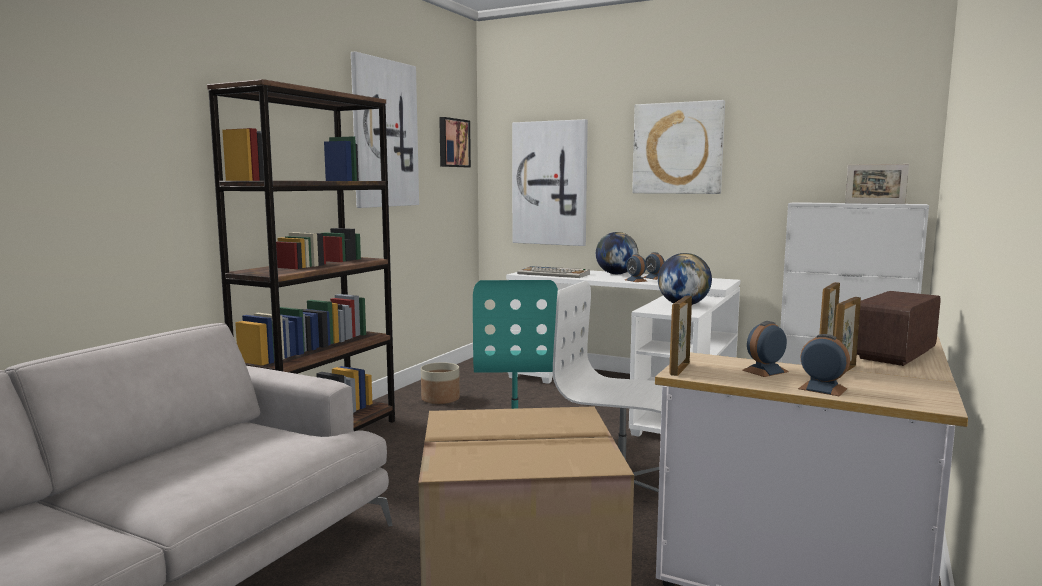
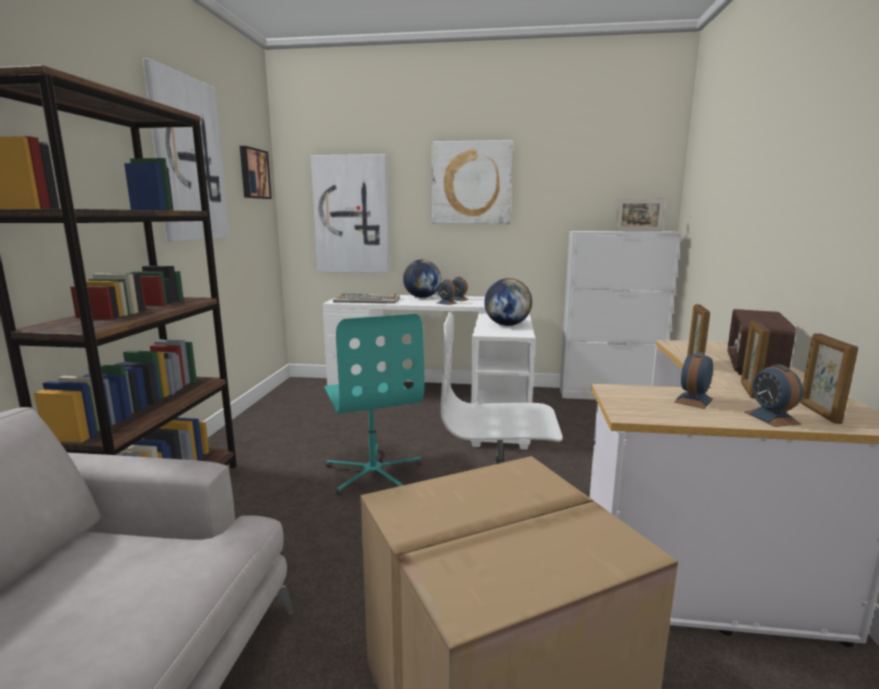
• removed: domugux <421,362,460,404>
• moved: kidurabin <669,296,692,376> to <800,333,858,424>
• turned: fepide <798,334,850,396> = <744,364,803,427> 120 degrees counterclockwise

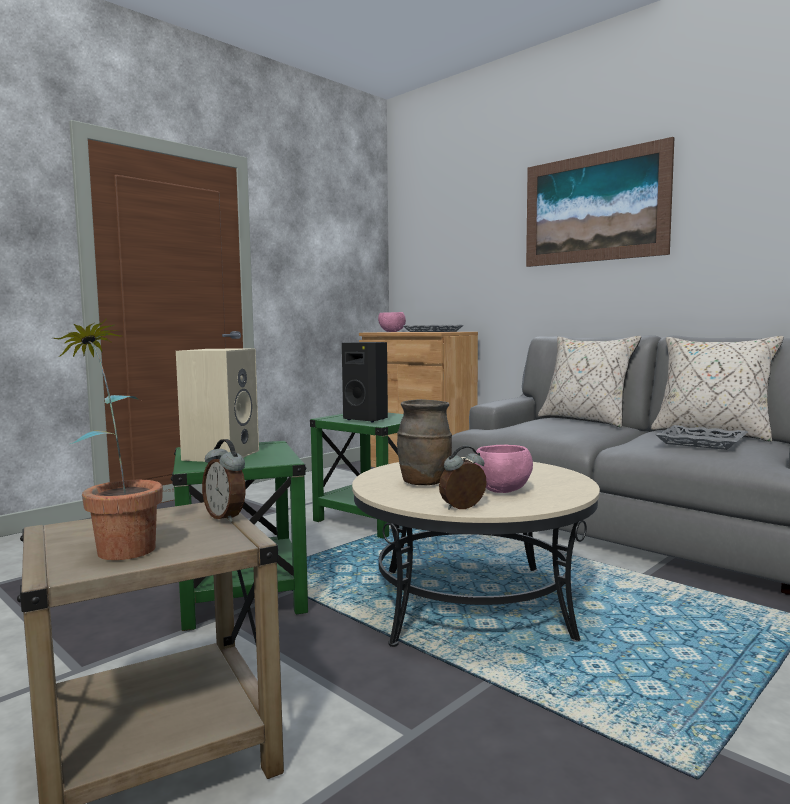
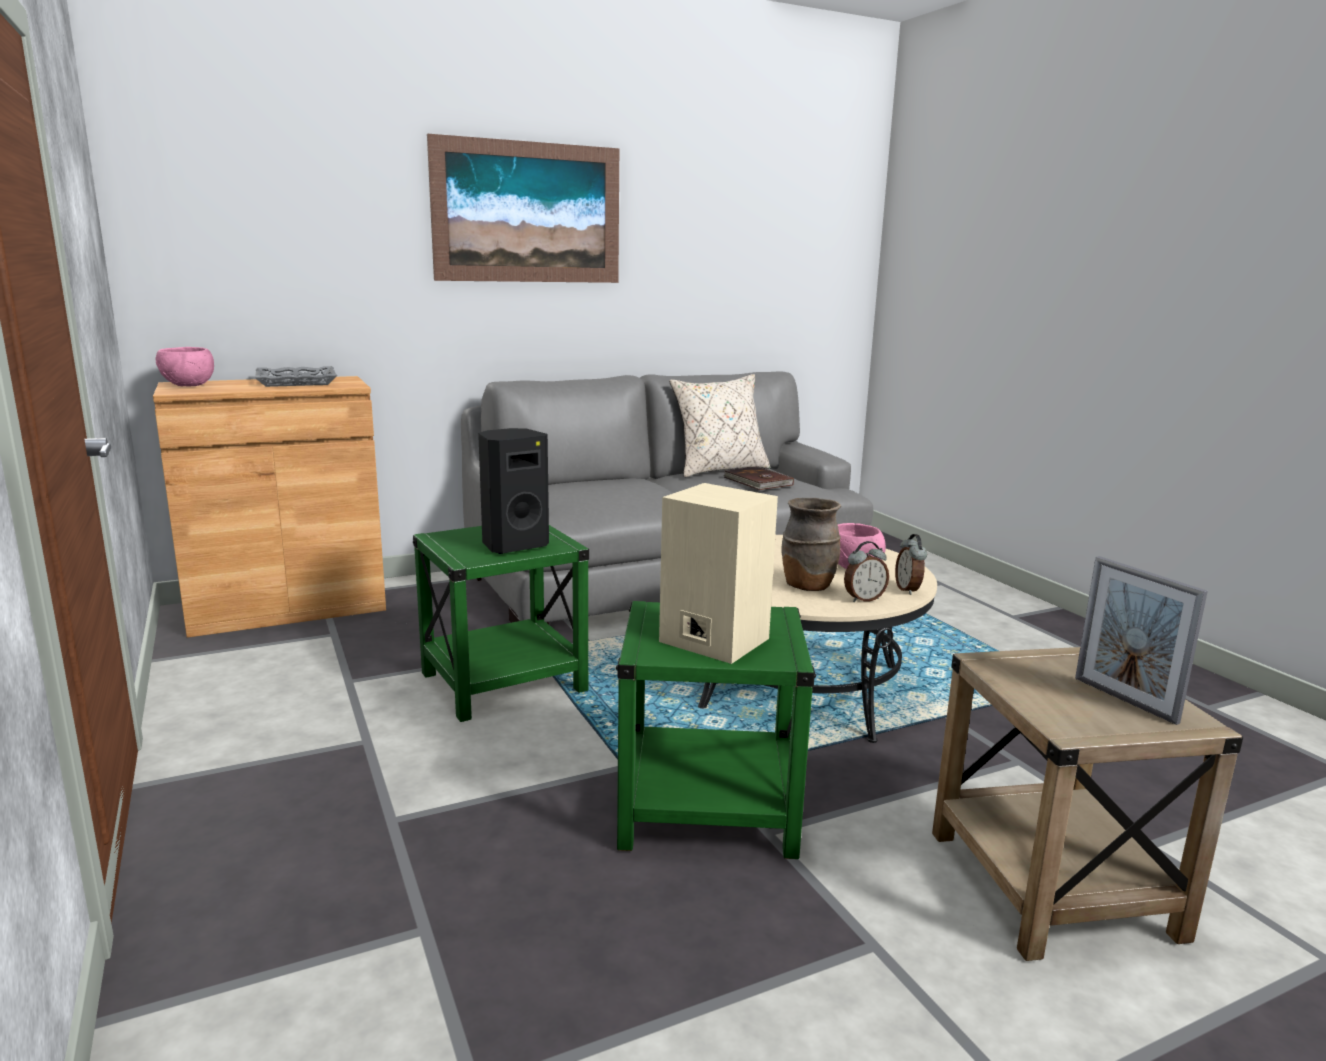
• replaced: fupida <53,318,163,560> to kidurabin <1075,556,1208,725>
• moved: fepide <202,439,246,522> to <844,541,889,602>
• removed: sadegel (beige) <538,336,641,427>
• replaced: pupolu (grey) <656,425,748,450> to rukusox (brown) <723,466,794,490>

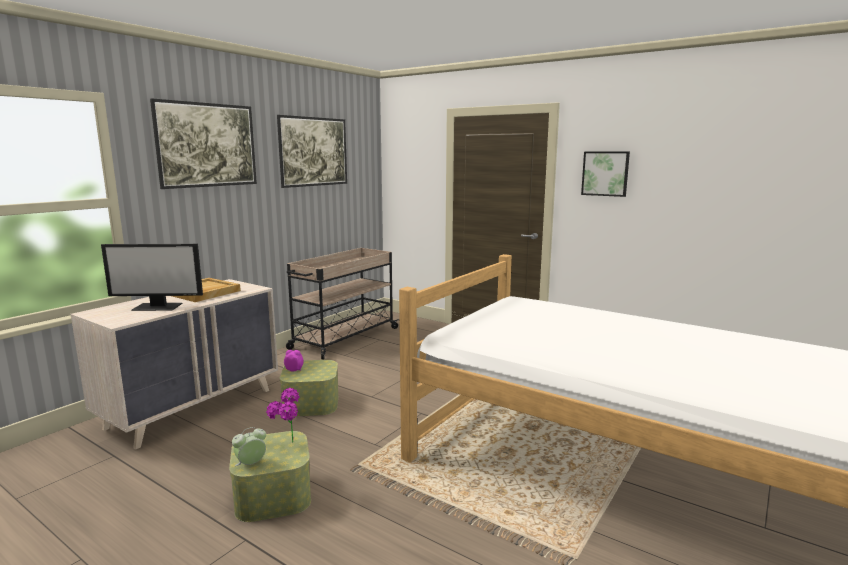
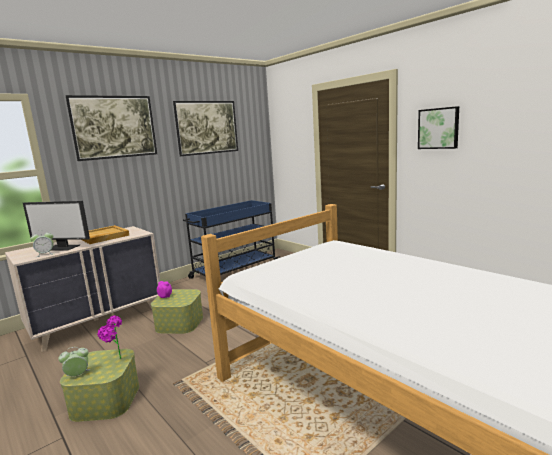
• recoloured: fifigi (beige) <286,248,399,359> to fifigi (blue) <183,200,280,279>
• added: fepide <30,230,53,257>

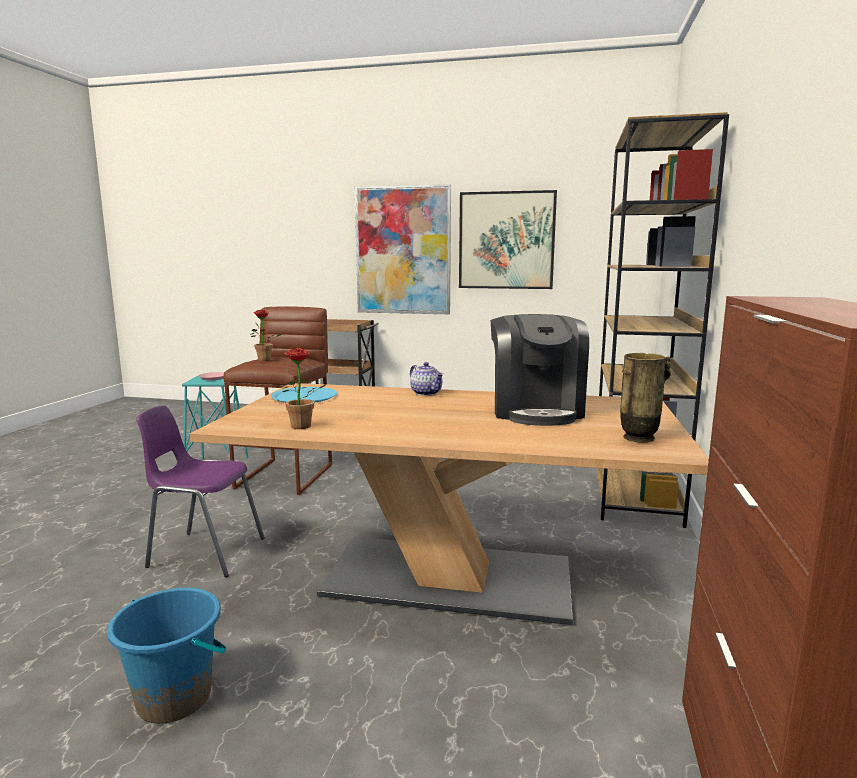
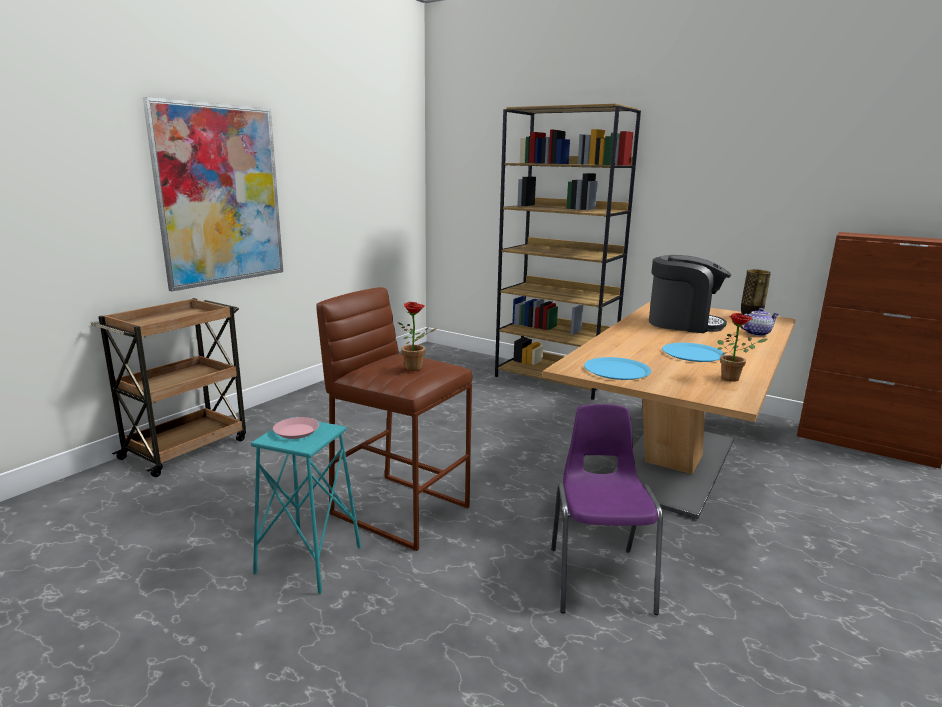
• removed: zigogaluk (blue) <107,588,226,724>
• turned: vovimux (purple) <136,406,265,577> = <551,404,663,615> 150 degrees clockwise
• moved: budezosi <410,362,444,396> to <740,308,778,336>
• removed: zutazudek <459,190,557,289>
• added: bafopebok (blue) <662,343,725,362>

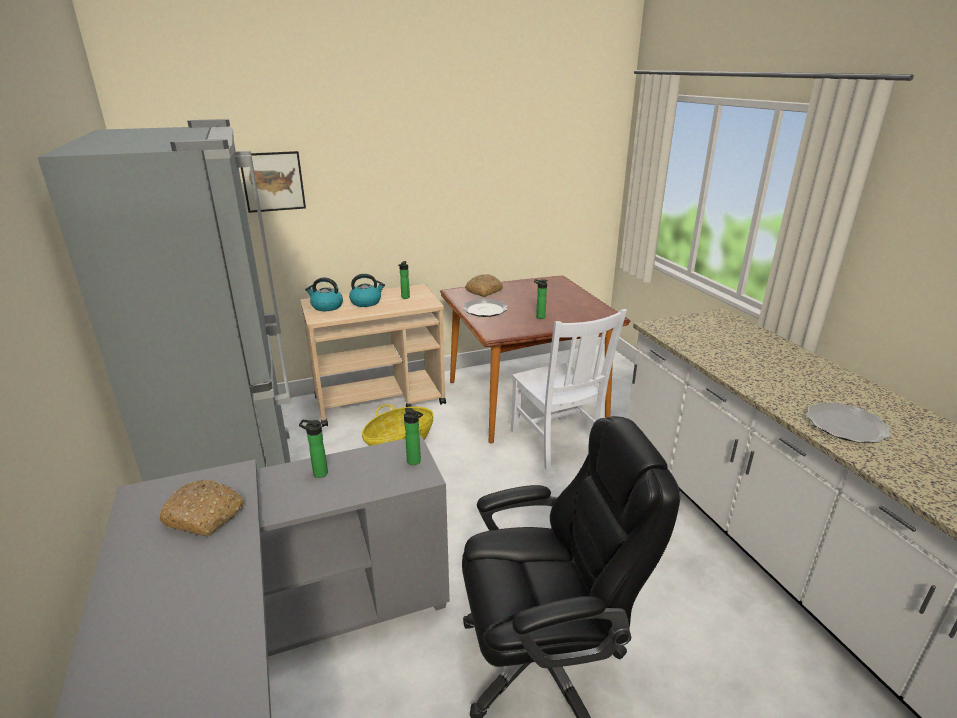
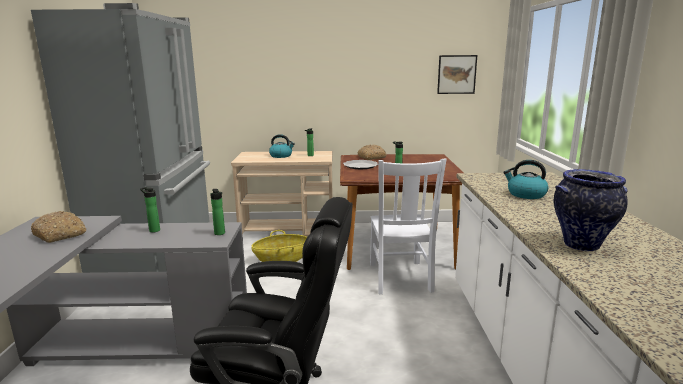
• moved: zutazudek <241,151,306,213> to <437,55,477,94>
• moved: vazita <305,277,343,311> to <503,160,548,199>
• replaced: bafopebok <806,402,890,443> to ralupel <553,169,628,251>

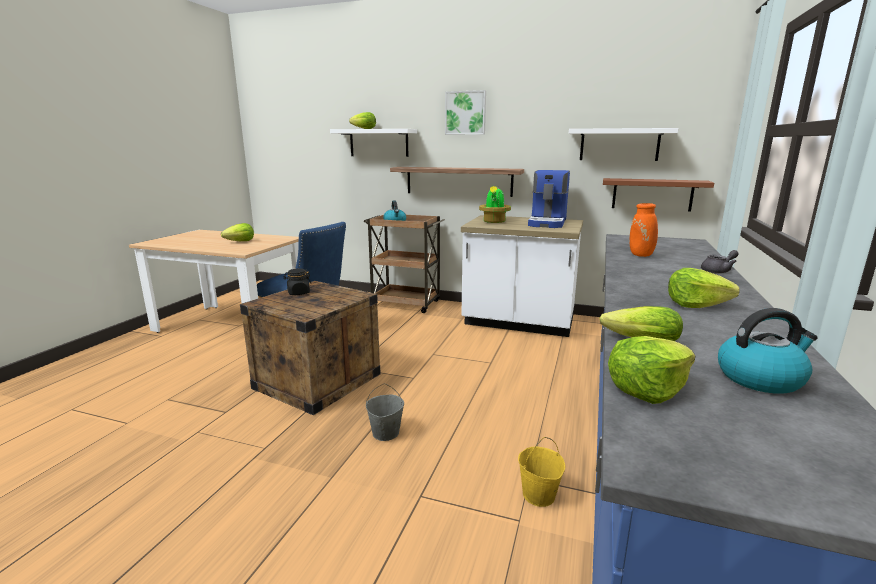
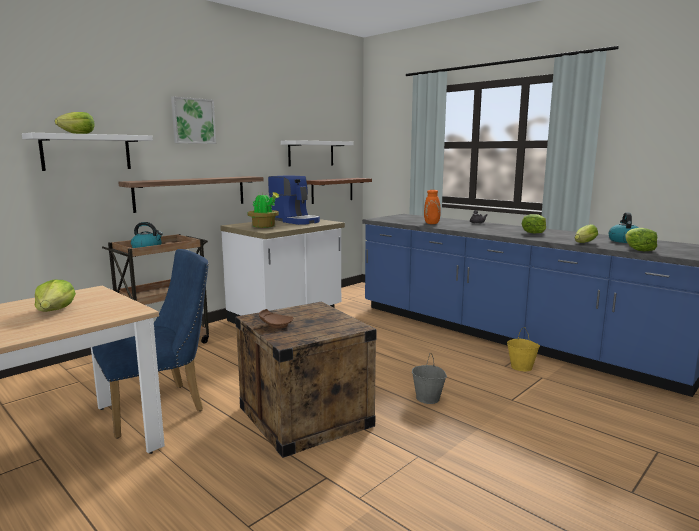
• replaced: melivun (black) <283,269,311,295> to bafopebok (brown) <259,309,294,328>

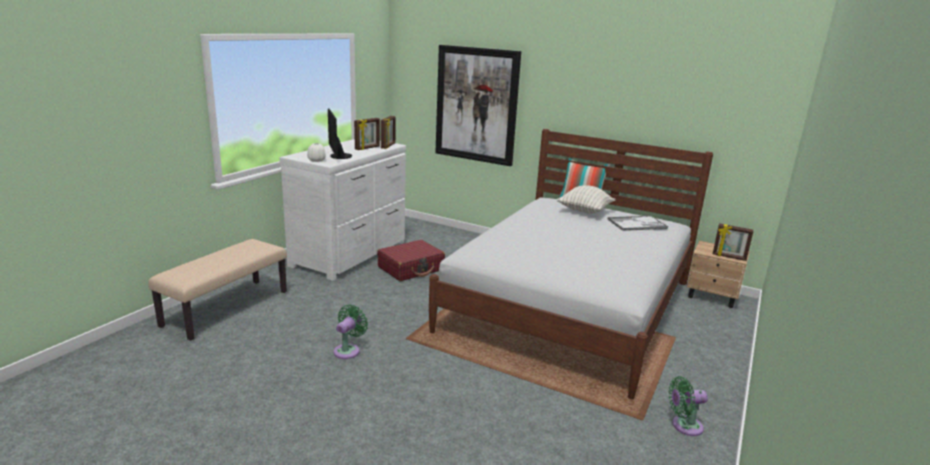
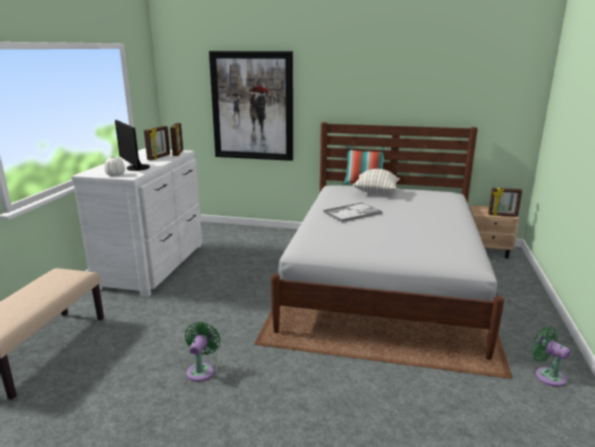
• removed: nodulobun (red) <377,240,445,281>
• moved: pupolu <607,216,668,231> to <323,202,382,222>
• turned: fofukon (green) <669,376,708,436> = <531,326,571,387> 75 degrees clockwise

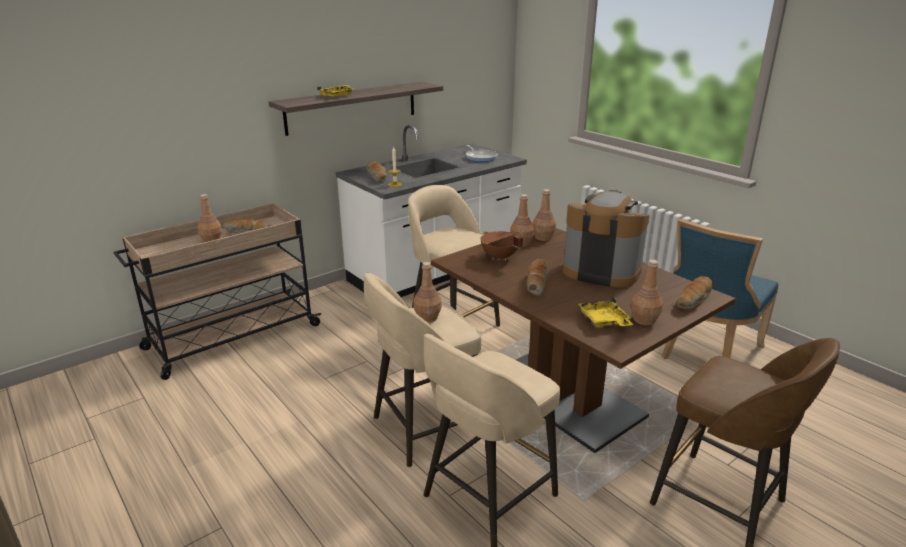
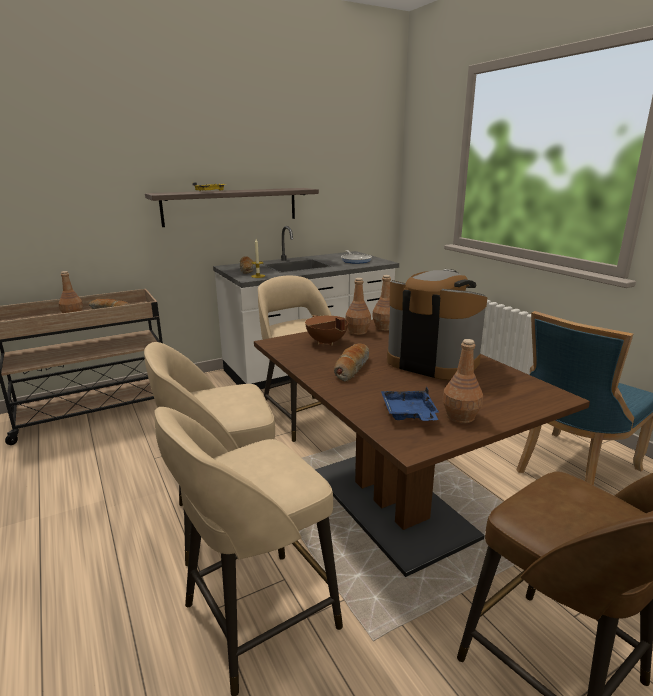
• removed: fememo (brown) <414,262,442,323>
• recoloured: pupolu (yellow) <578,297,633,327> to pupolu (blue) <381,386,439,421>
• removed: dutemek <677,276,713,309>

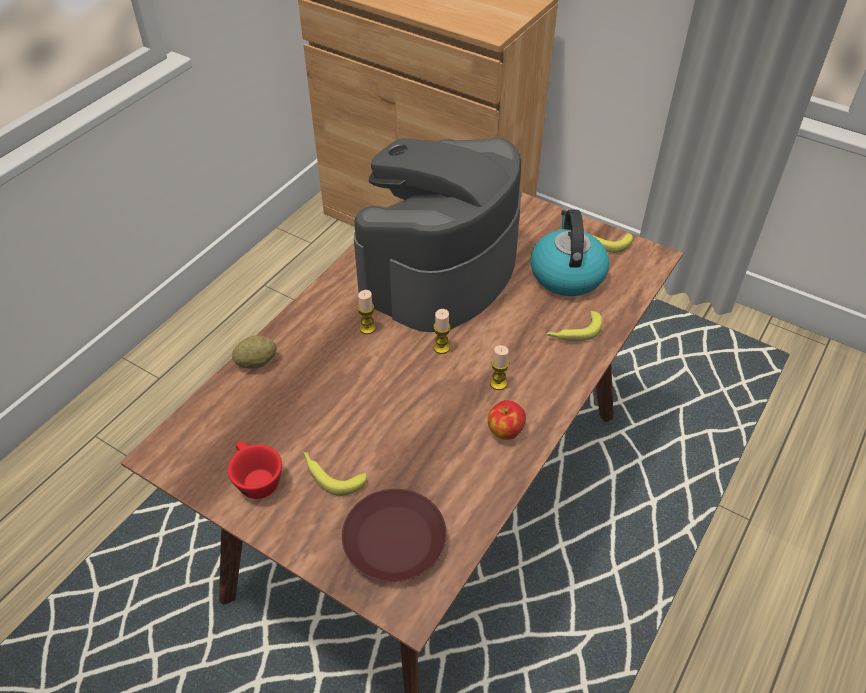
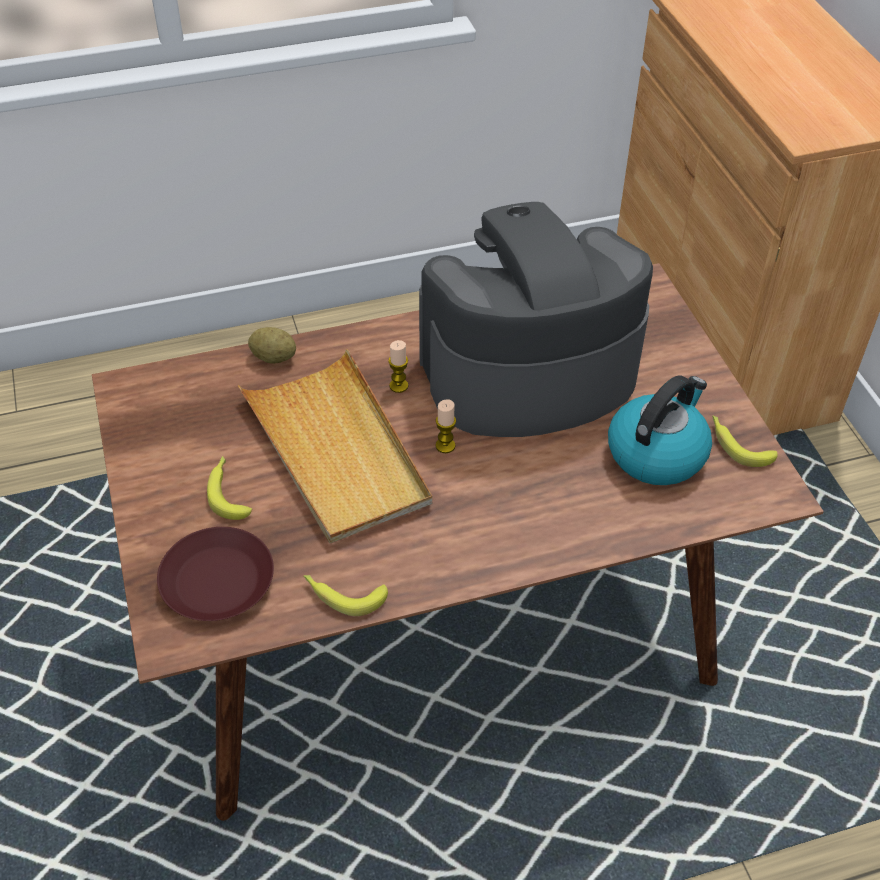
• removed: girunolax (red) <228,441,282,499>
• removed: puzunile <488,400,526,440>
• removed: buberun <490,345,509,390>
• moved: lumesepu <546,311,602,341> to <304,575,388,616>
• added: pupolu (beige) <238,349,432,543>

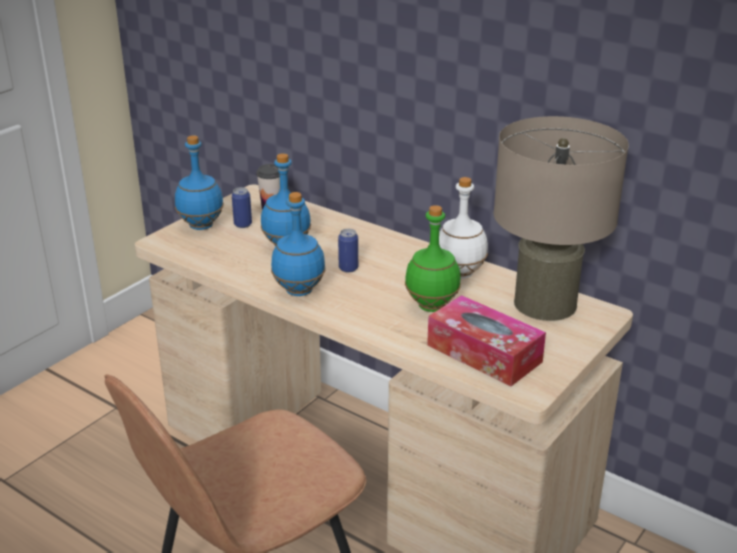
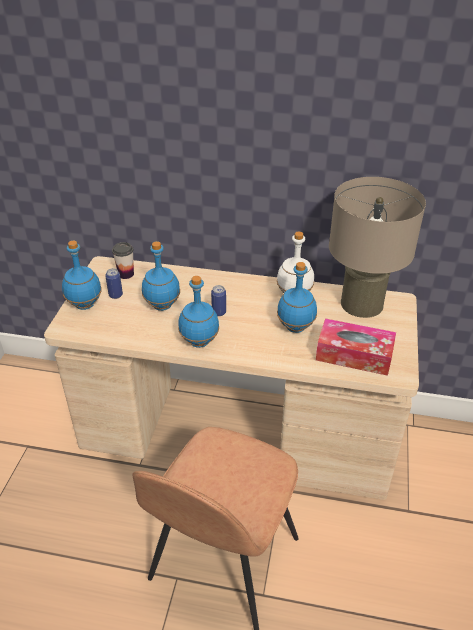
• recoloured: fememo (green) <405,205,461,312> to fememo (blue) <277,262,317,333>

